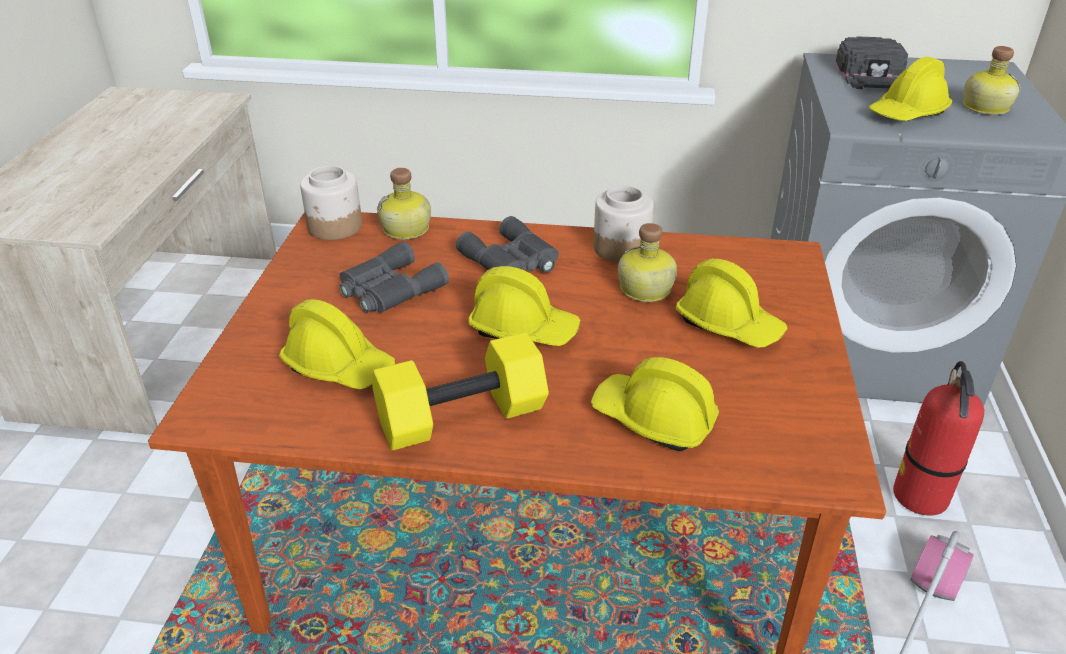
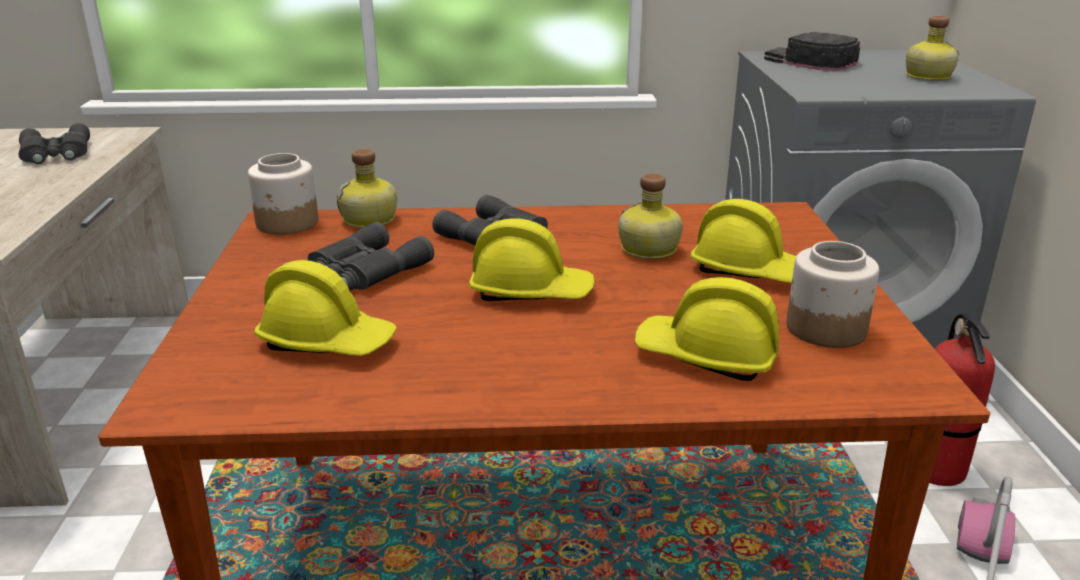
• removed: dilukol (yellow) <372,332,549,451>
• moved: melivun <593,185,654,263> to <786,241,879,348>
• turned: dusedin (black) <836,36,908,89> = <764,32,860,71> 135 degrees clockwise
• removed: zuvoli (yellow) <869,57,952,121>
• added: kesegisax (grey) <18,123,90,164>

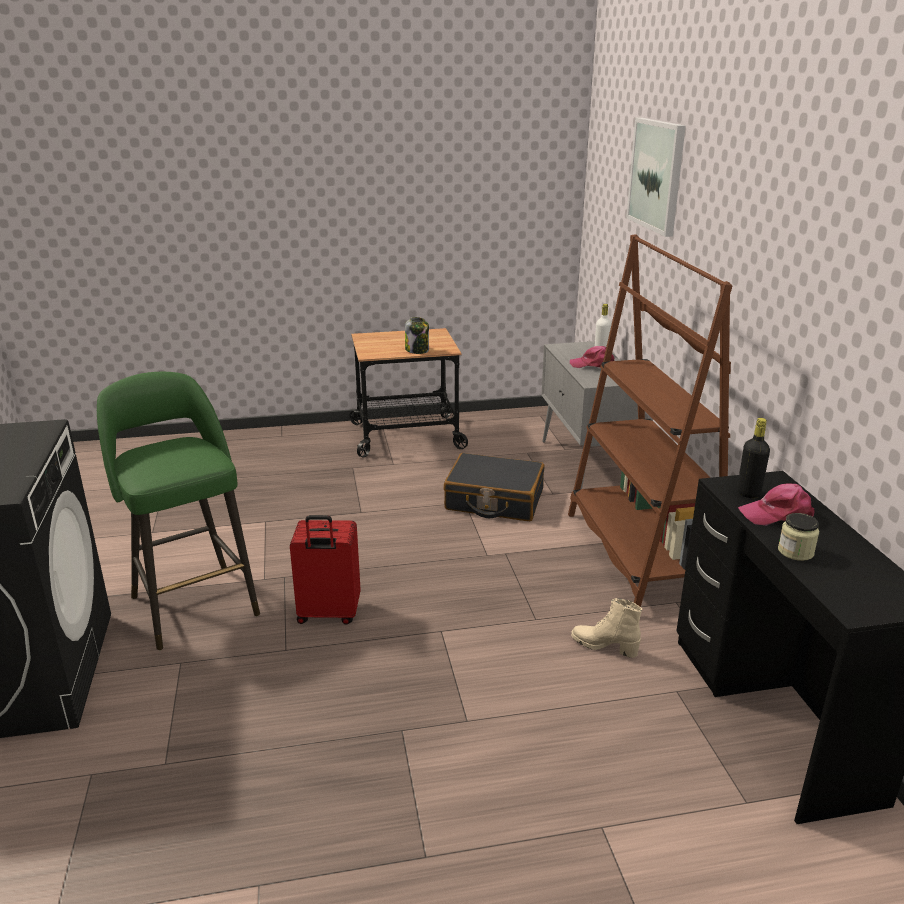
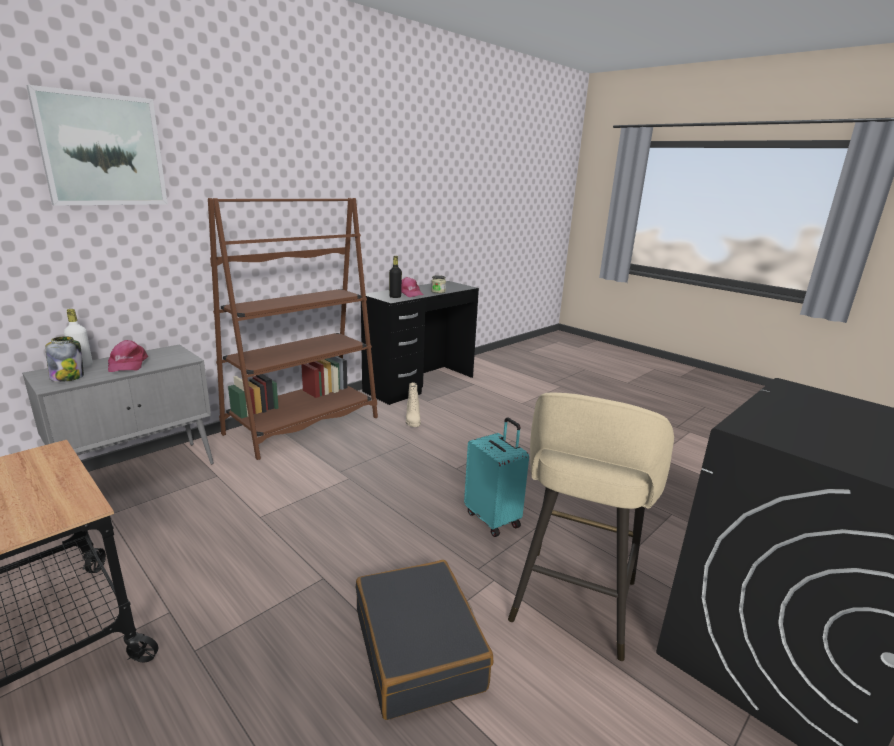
• recoloured: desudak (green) <97,372,260,650> to desudak (beige) <508,393,674,661>
• recoloured: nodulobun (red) <290,515,361,625> to nodulobun (turquoise) <464,417,529,537>
• moved: melivun <405,317,429,354> to <45,336,84,382>
• moved: nodulobun (black) <444,453,544,521> to <356,560,493,720>

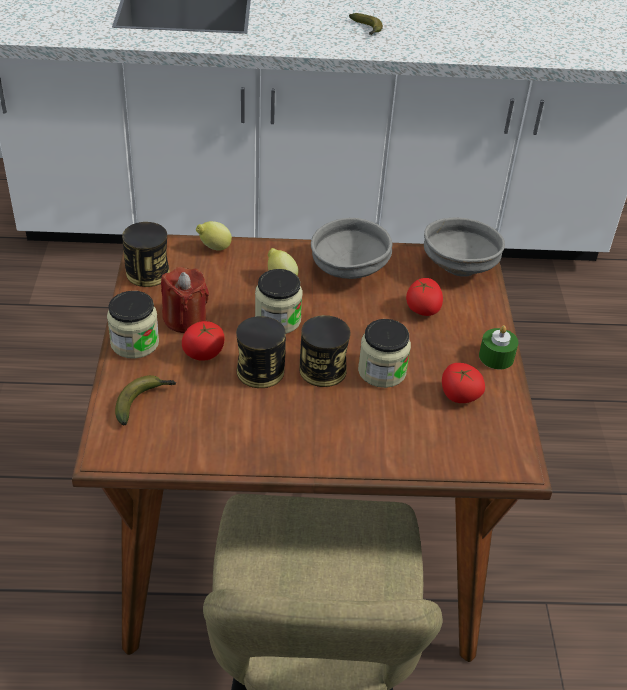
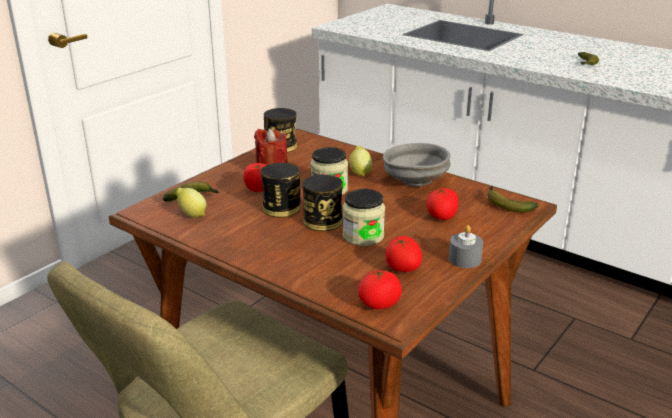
• removed: melivun <107,291,159,359>
• moved: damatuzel <196,221,232,251> to <176,188,207,218>
• replaced: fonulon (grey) <424,218,505,277> to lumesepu <487,186,538,212>
• recoloured: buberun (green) <479,325,518,369> to buberun (grey) <449,225,483,268>
• added: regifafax <358,268,402,309>

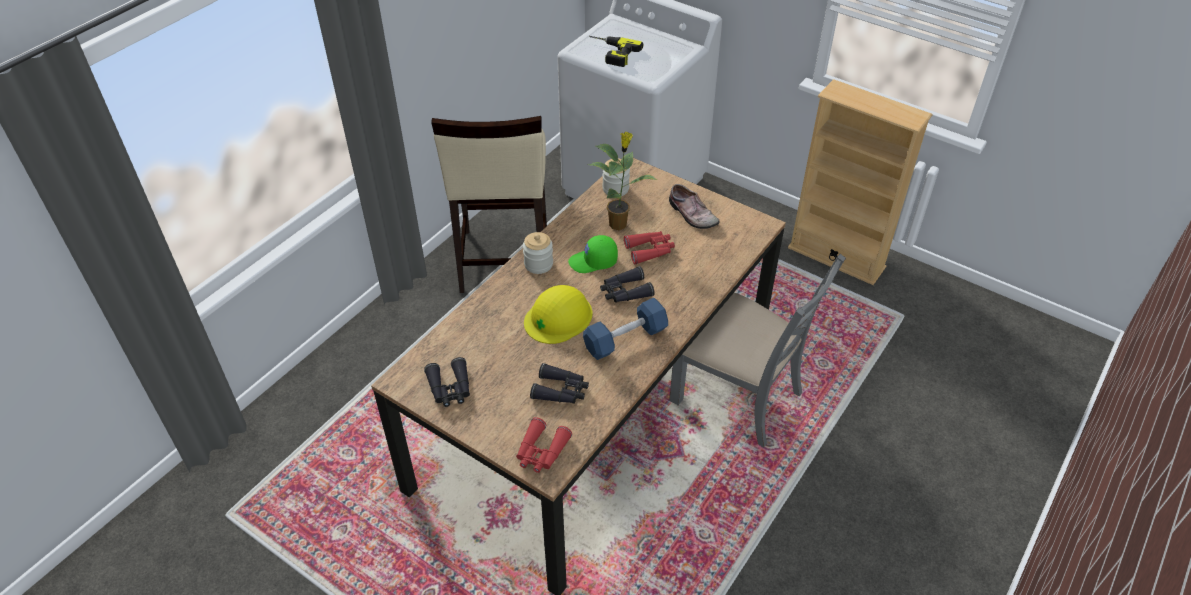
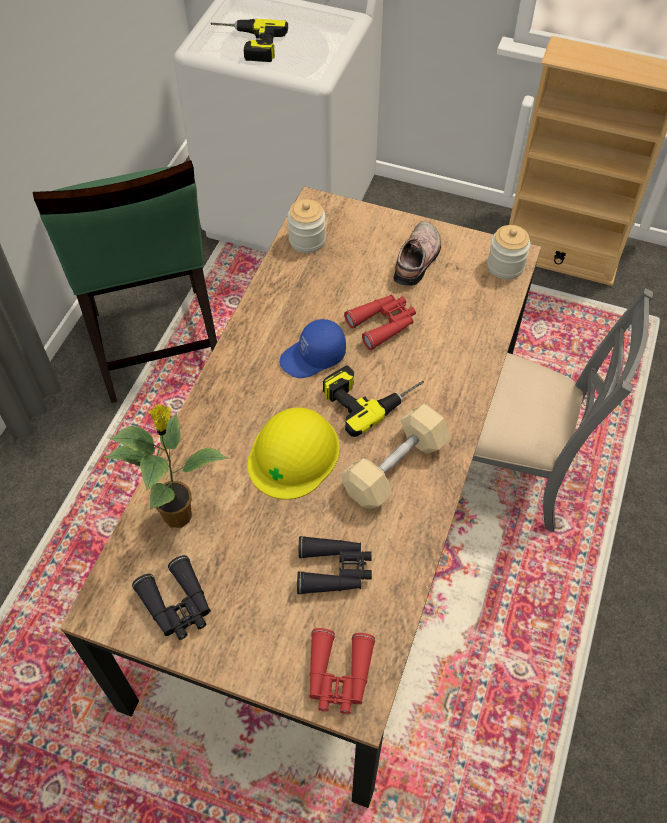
• recoloured: desudak (beige) <431,116,547,293> to desudak (green) <33,160,217,403>
• moved: melivun <523,232,553,274> to <487,225,531,280>
• recoloured: dusedin (green) <568,235,618,273> to dusedin (blue) <279,319,346,378>
• recoloured: dilukol (blue) <583,298,668,360> to dilukol (beige) <340,404,451,509>
• moved: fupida <588,132,658,230> to <104,404,228,528>
• replaced: kesegisax (black) <600,266,655,303> to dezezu <323,365,424,437>
• turned: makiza <669,184,720,229> = <393,221,441,286> 105 degrees counterclockwise

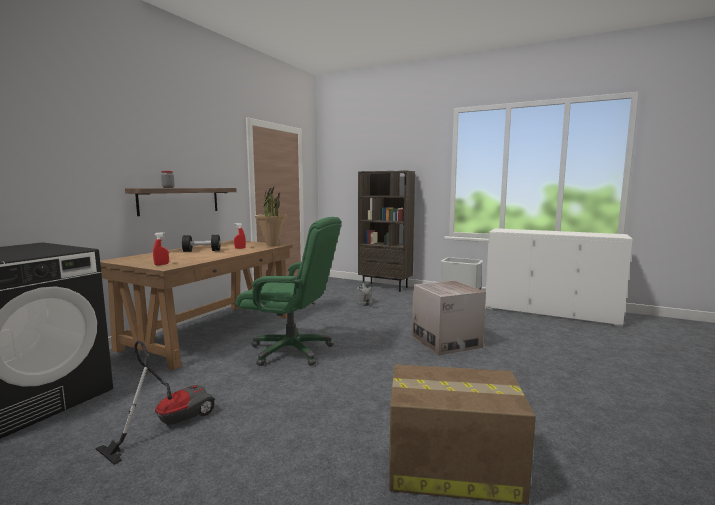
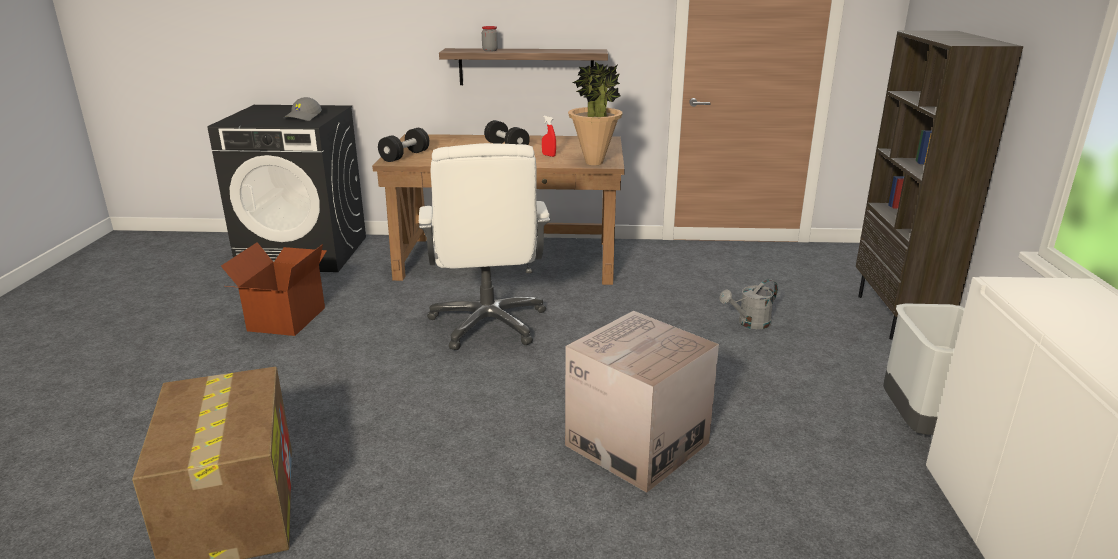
• replaced: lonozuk <96,340,215,465> to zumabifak <221,242,327,336>
• replaced: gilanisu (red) <153,232,169,265> to dilukol (black) <378,128,430,162>
• recoloured: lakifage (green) <235,217,341,366> to lakifage (white) <419,143,550,350>
• added: dusedin (grey) <284,97,322,121>

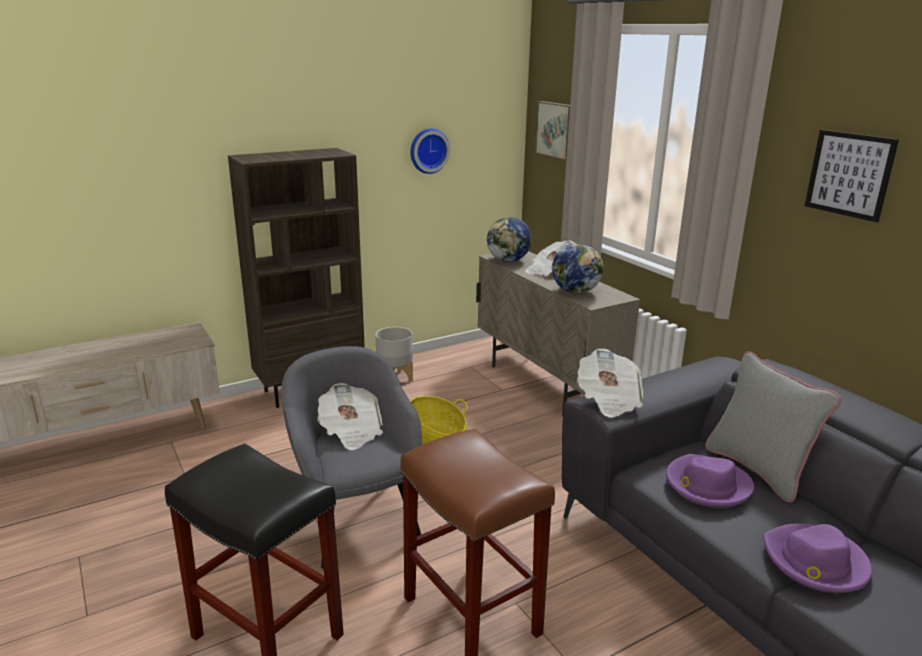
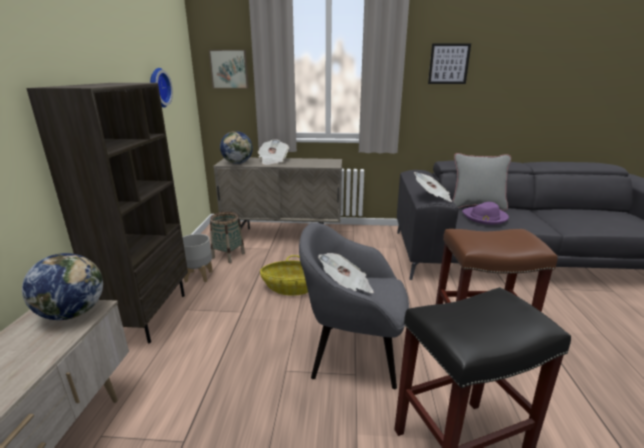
• moved: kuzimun <552,243,603,293> to <22,253,103,320>
• removed: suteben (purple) <763,524,872,593>
• added: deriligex <210,212,245,263>

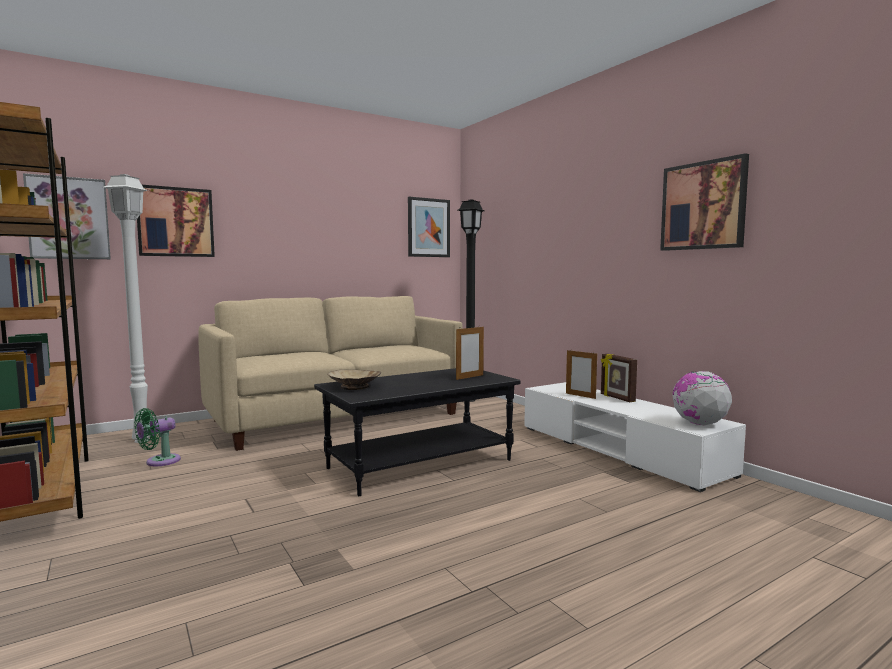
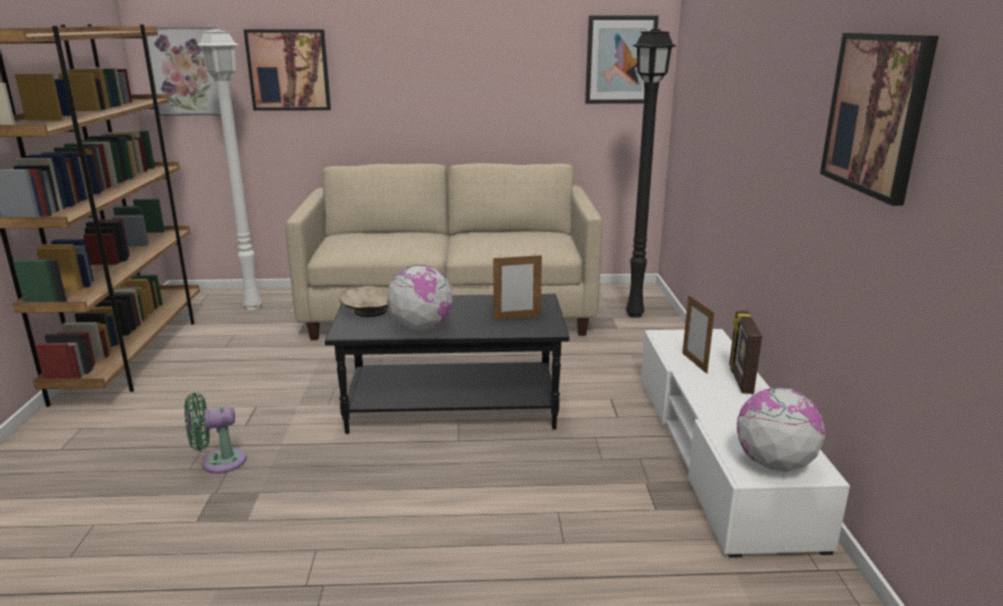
• moved: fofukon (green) <134,408,181,466> to <185,393,247,474>
• added: kuzimun <387,265,453,331>

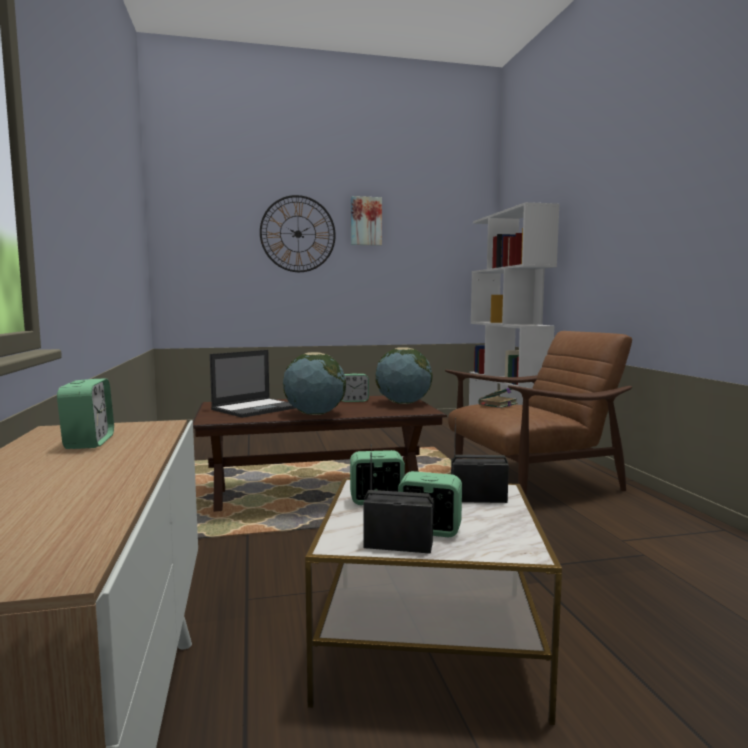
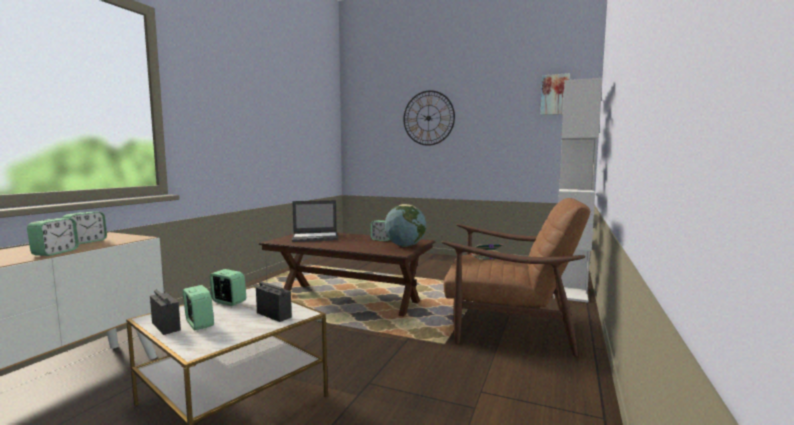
• removed: kuzimun <283,352,346,415>
• moved: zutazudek <351,196,382,246> to <541,73,570,115>
• added: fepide <27,218,79,256>

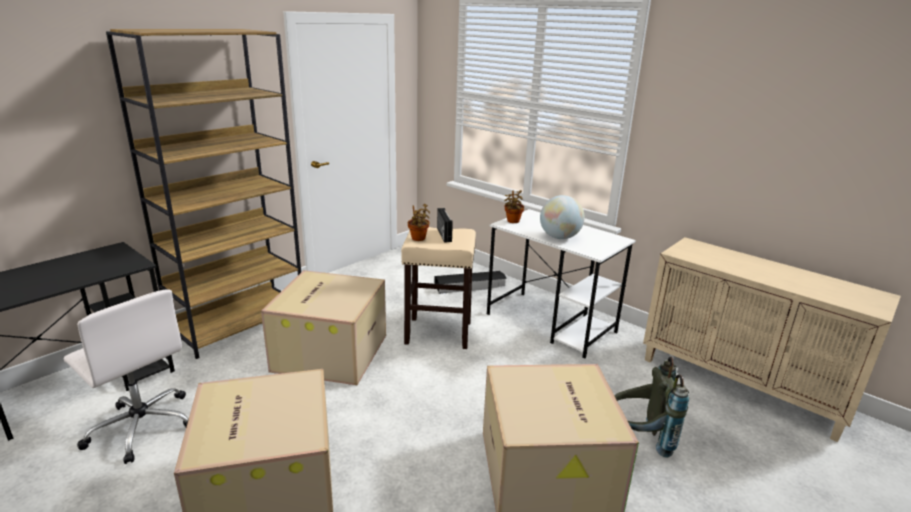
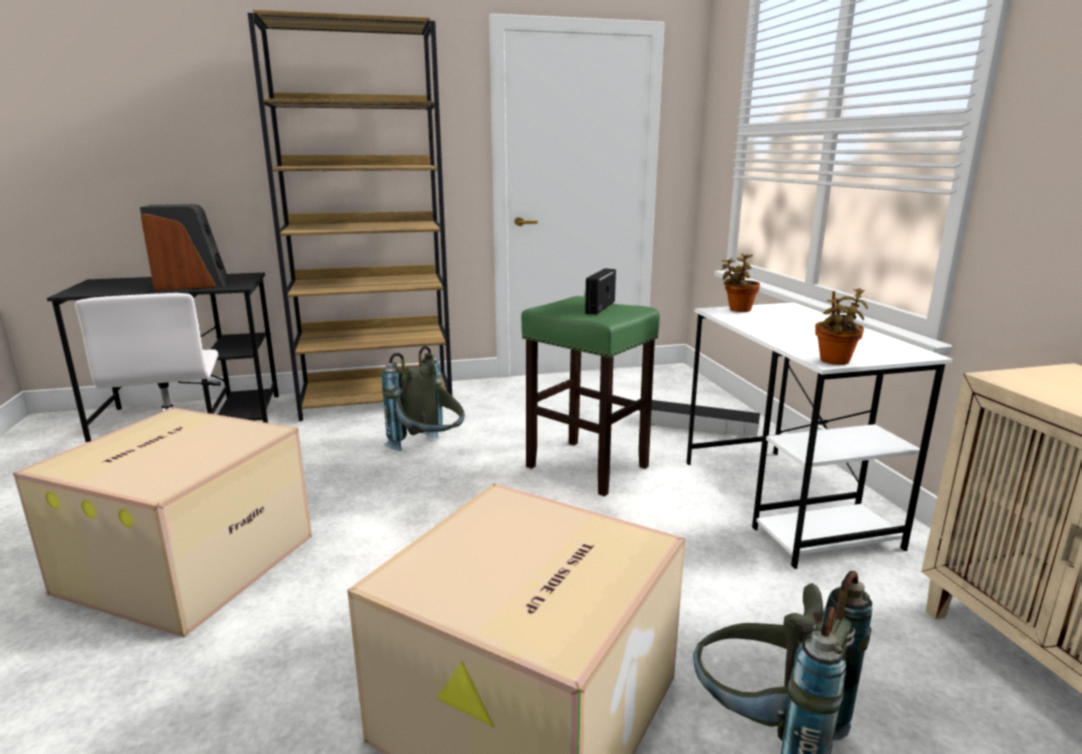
• replaced: zumabifak <261,270,386,385> to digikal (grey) <382,346,465,451>
• recoloured: desudak (beige) <401,227,476,349> to desudak (green) <521,296,660,496>
• moved: fupida <408,204,430,241> to <815,288,868,365>
• removed: kuzimun <540,195,585,239>
• added: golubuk <140,204,230,291>

